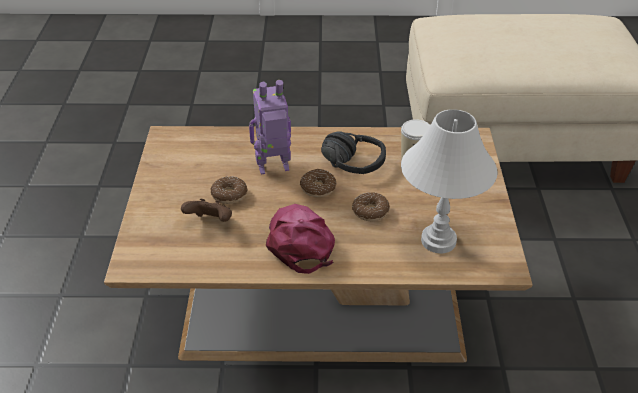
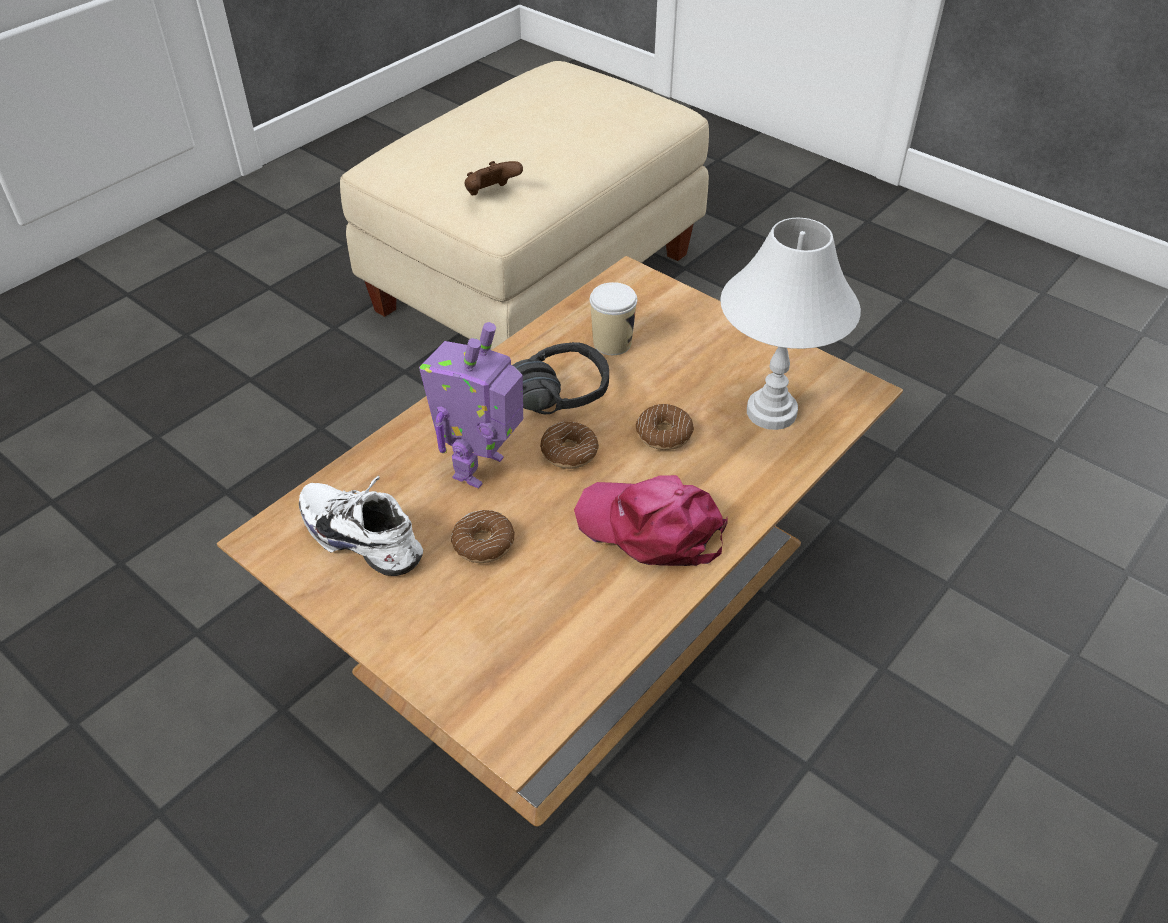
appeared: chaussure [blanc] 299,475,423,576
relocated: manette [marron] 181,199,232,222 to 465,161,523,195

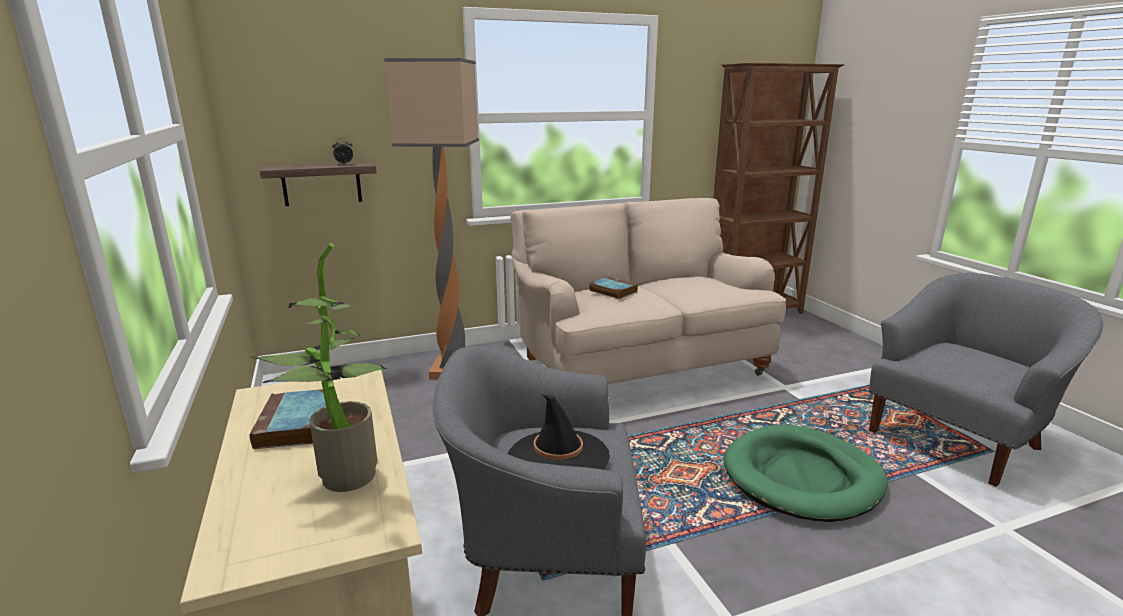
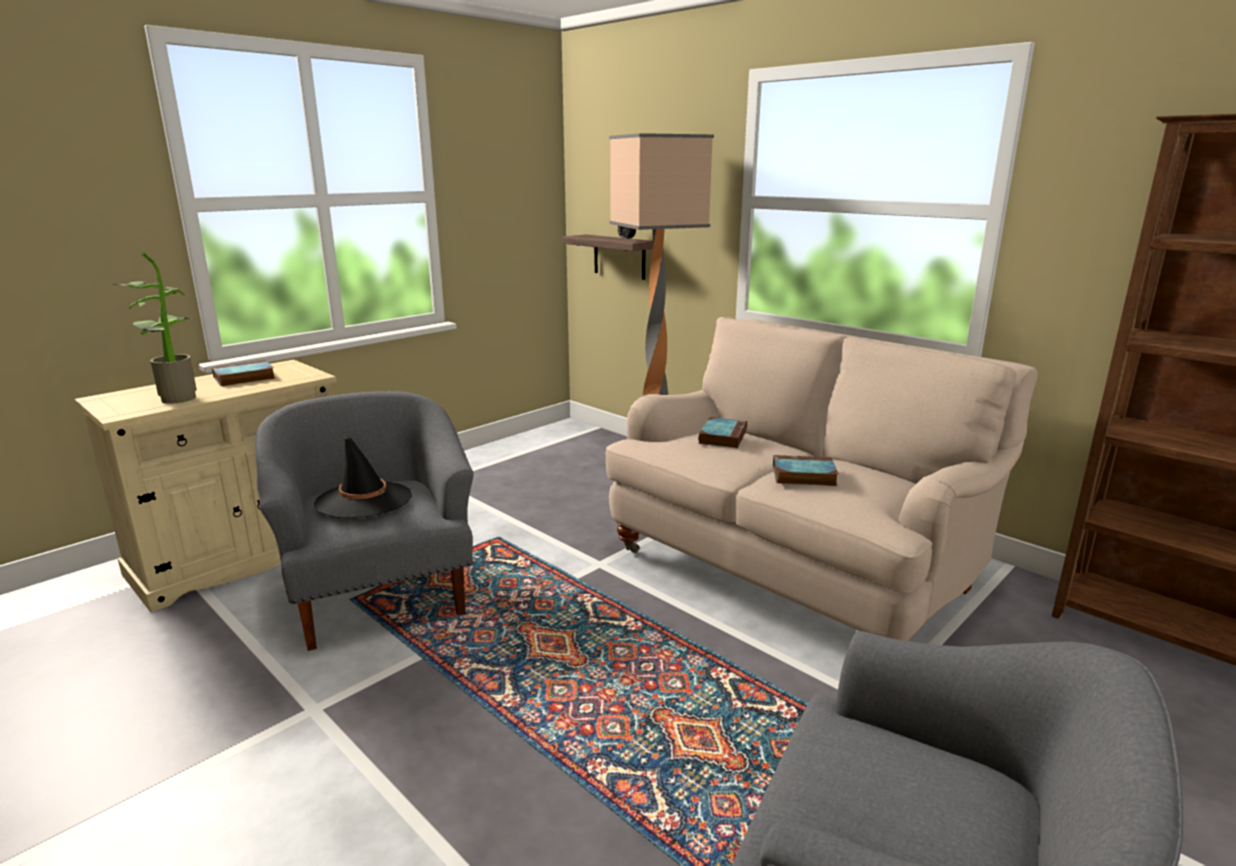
missing: panier pour chien [vert] 723,425,888,522
appeared: livre 773,455,839,486

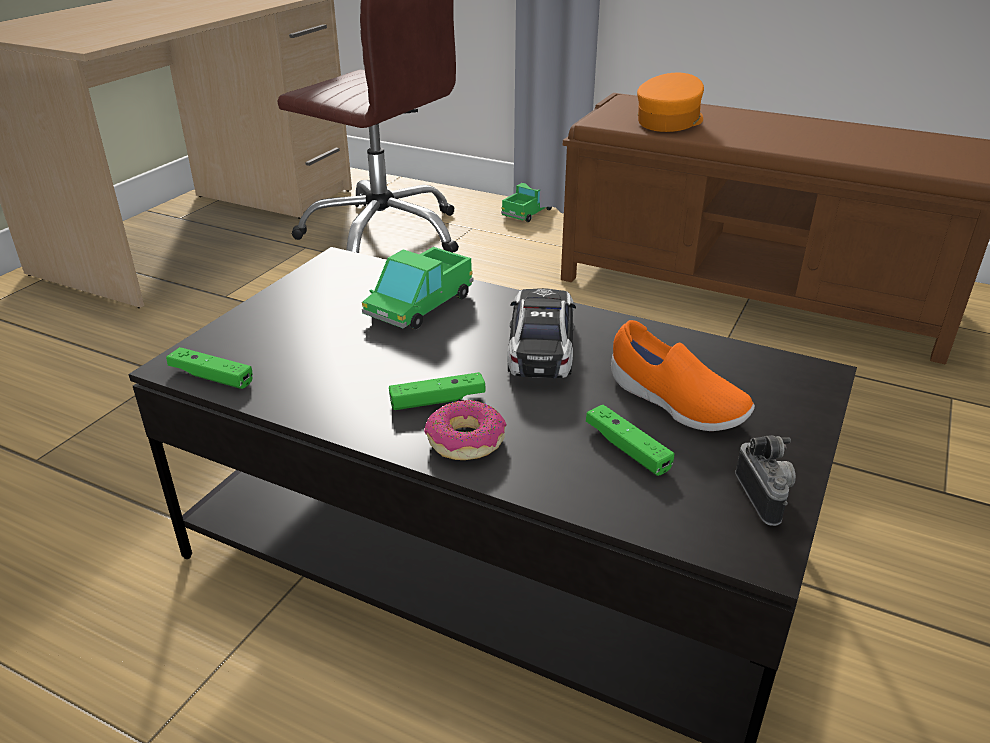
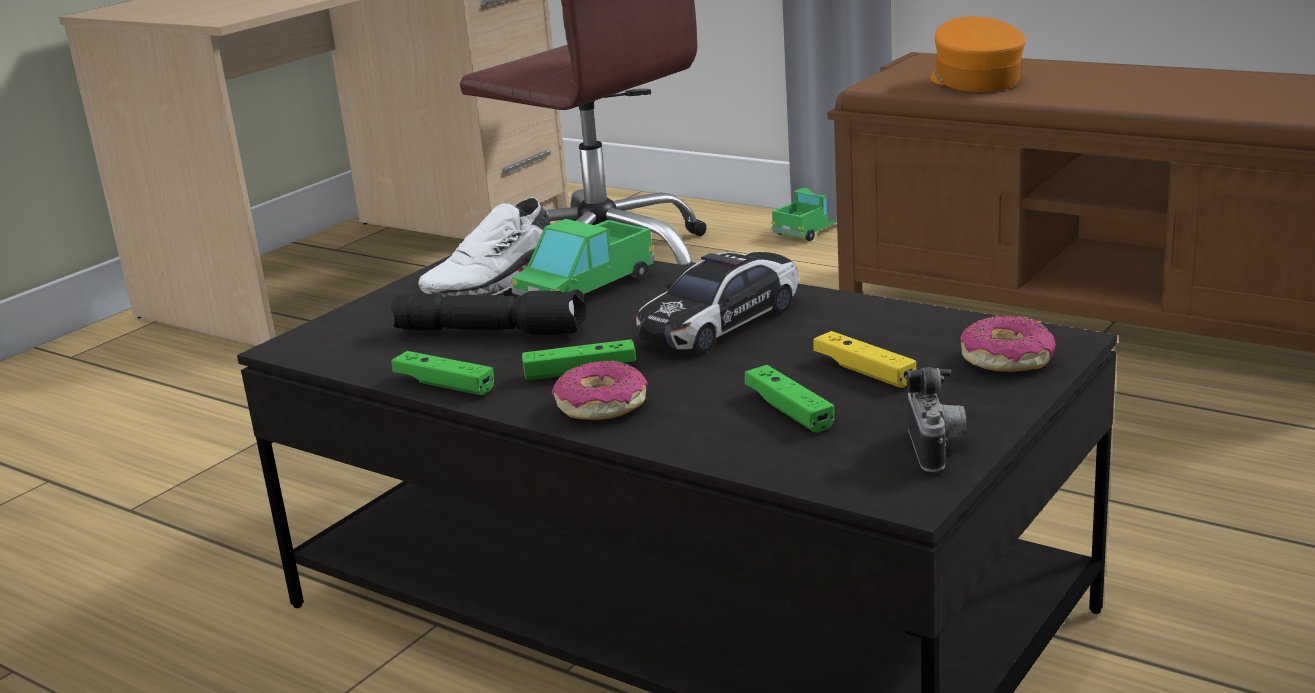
appeared: lampe de poche [noir] 391,291,586,335; chaussure [blanc] 418,197,550,297; beignet 960,316,1055,372
relocated: manette [vert] 166,347,253,389 to 391,351,494,395
exchanged: chaussure [orange] 611,320,755,431 to manette [jaune] 814,331,916,388
spun: petite voiture 507,288,576,379 = 636,252,799,353 150 degrees counterclockwise; casquette [orange] 637,73,704,132 = 931,16,1026,92 45 degrees counterclockwise

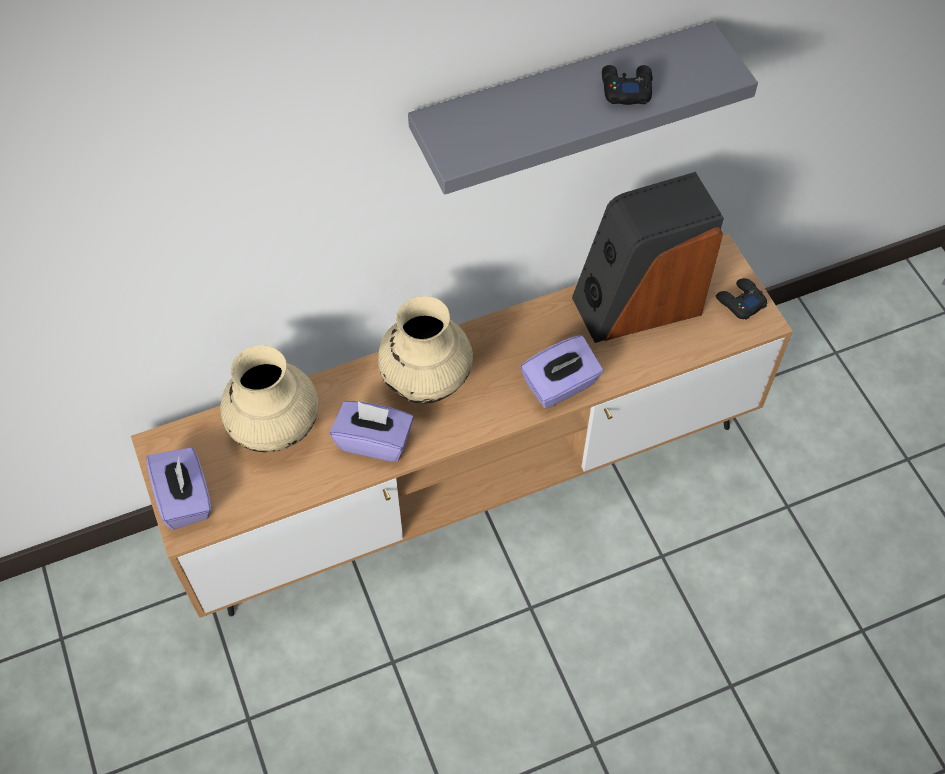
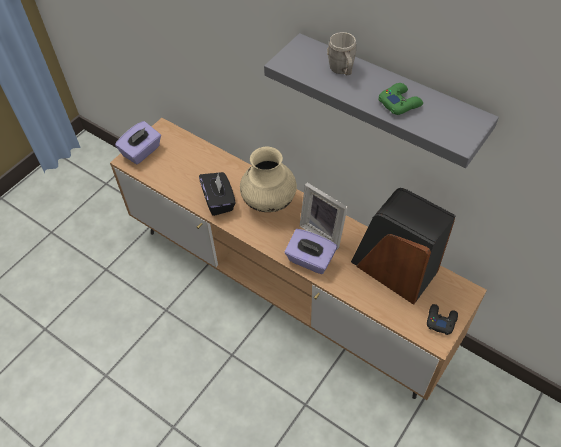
missing: vase [beige] 220,345,318,452
appeared: cadre photo 300,183,348,250; mug [gris] 327,32,356,75
colour: boîte à mouchoirs [violet] 330,401,414,462 to boîte à mouchoirs [noir] 199,172,235,216; manette [noir] 602,65,653,105 to manette [vert] 378,83,423,115

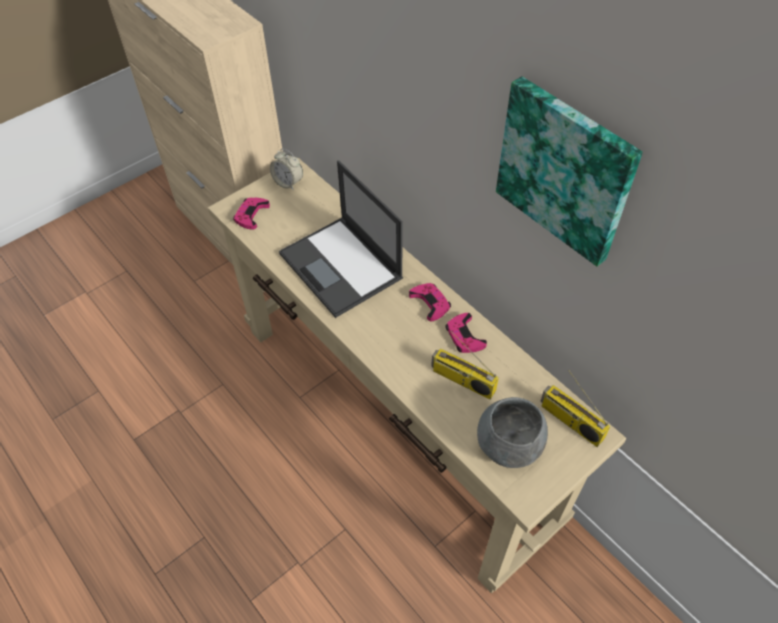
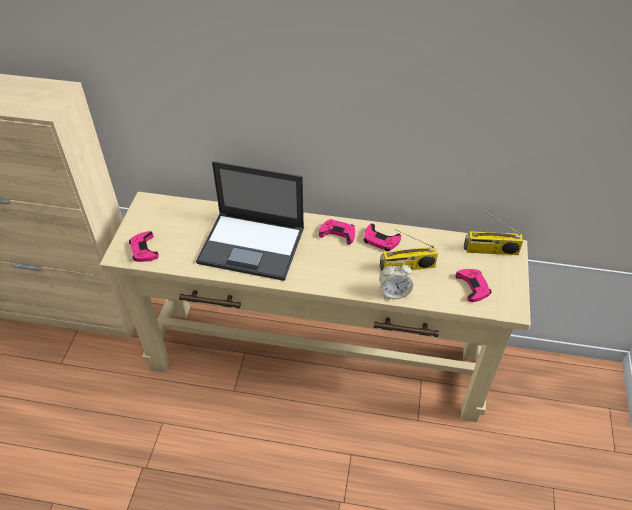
missing: tableau 496,76,643,266
relocated: réveil 270,149,303,190 to 379,262,413,299
exchanged: bol [gris] 477,397,548,468 to manette [rose] 455,269,491,302

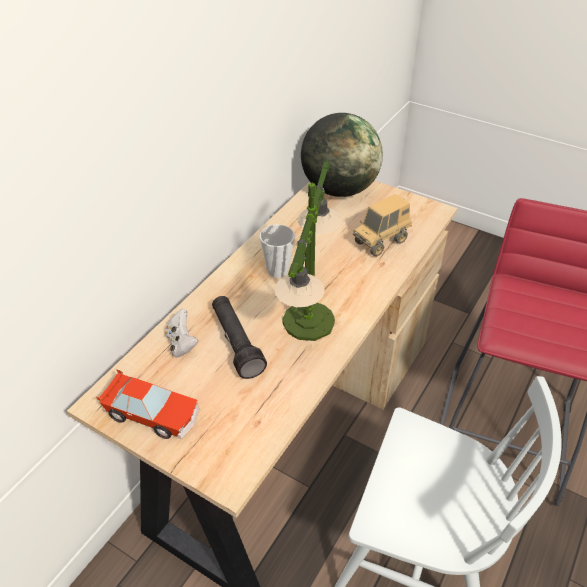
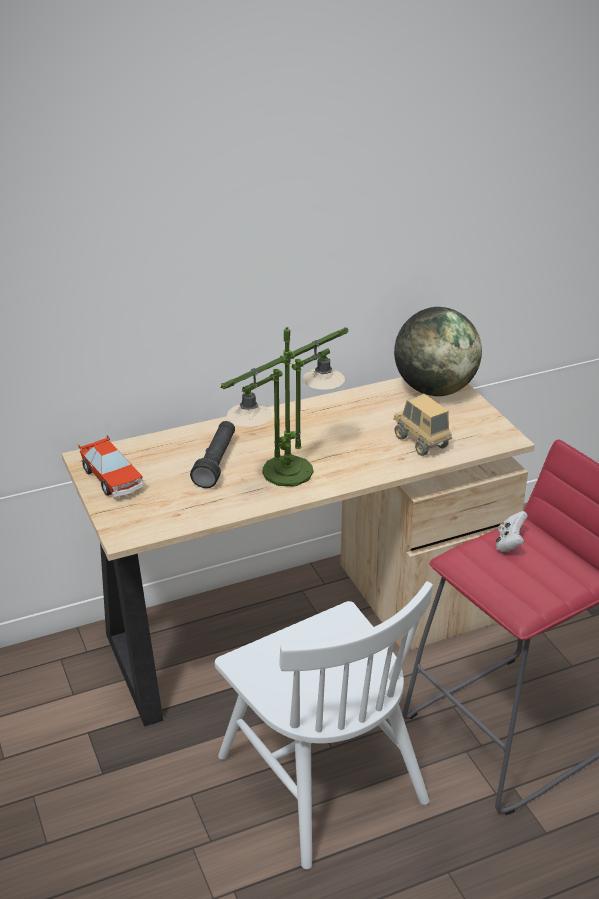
missing: tasse 259,224,295,278
relocated: manette [blanc] 165,309,199,357 to 496,511,528,552
spun: camion jouet 353,194,412,256 = 393,394,452,456 60 degrees clockwise

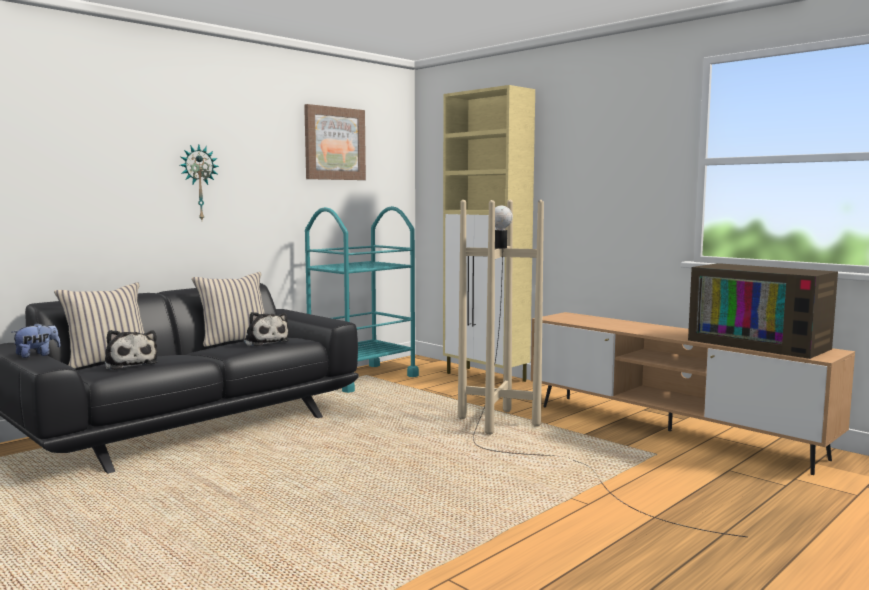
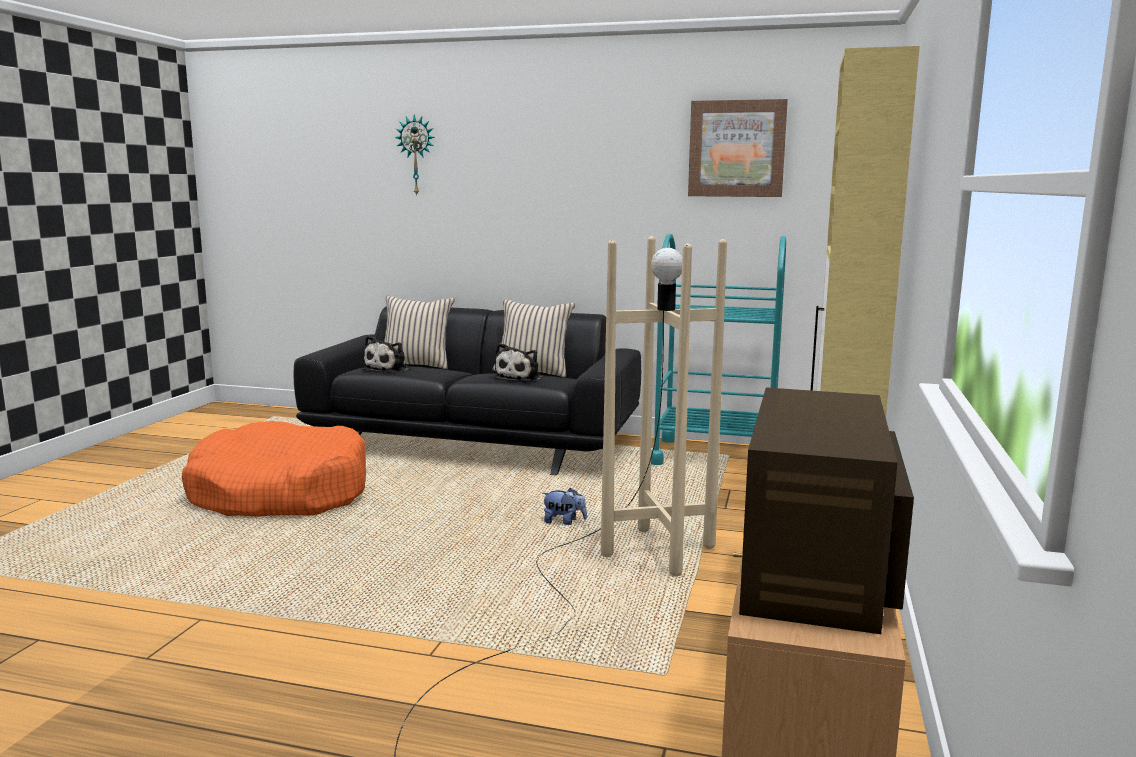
appeared: panier pour chien [orange] 182,421,366,517
relocated: horloge murale 180,144,219,220 to 395,114,435,196; peluche 12,323,61,358 to 542,488,587,525

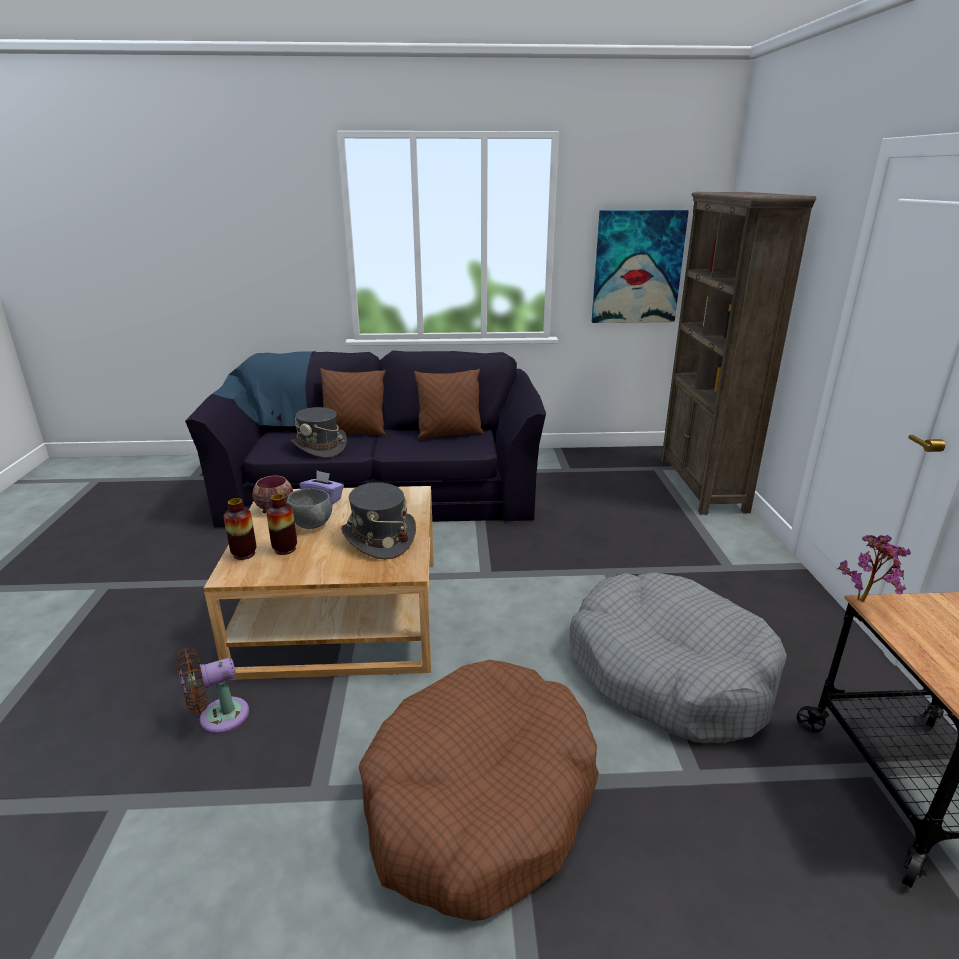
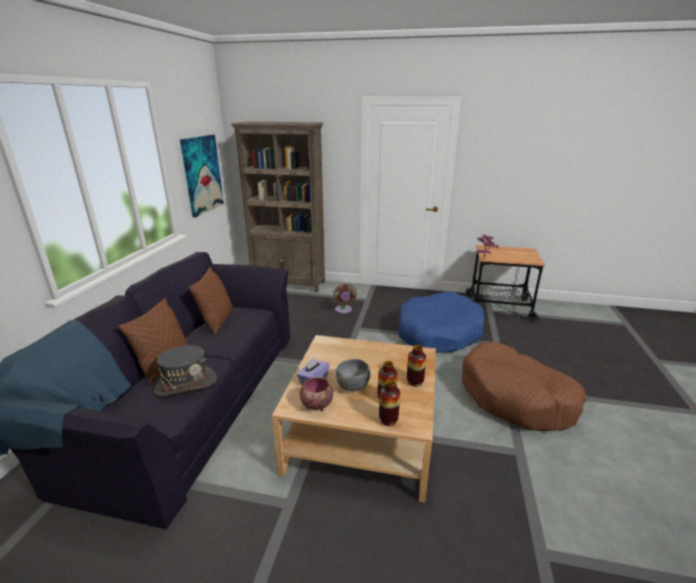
missing: chapeau [gris] 341,483,416,559
appeared: vase 407,345,426,387
relocated: ventilateur [marron] 177,647,249,734 to 333,284,357,314
colour: panier pour chien [gris] 570,572,787,743 to panier pour chien [bleu] 398,292,485,353

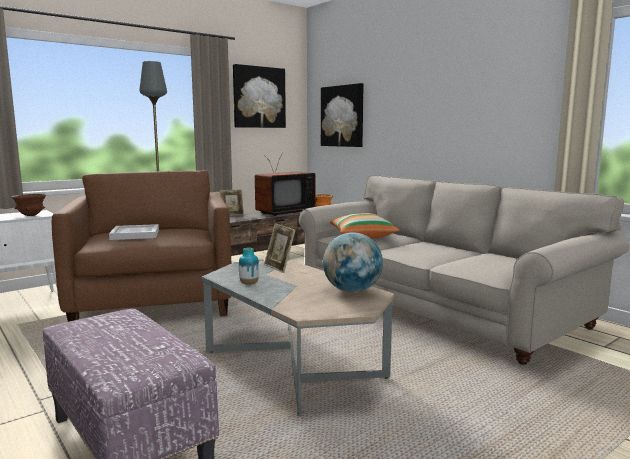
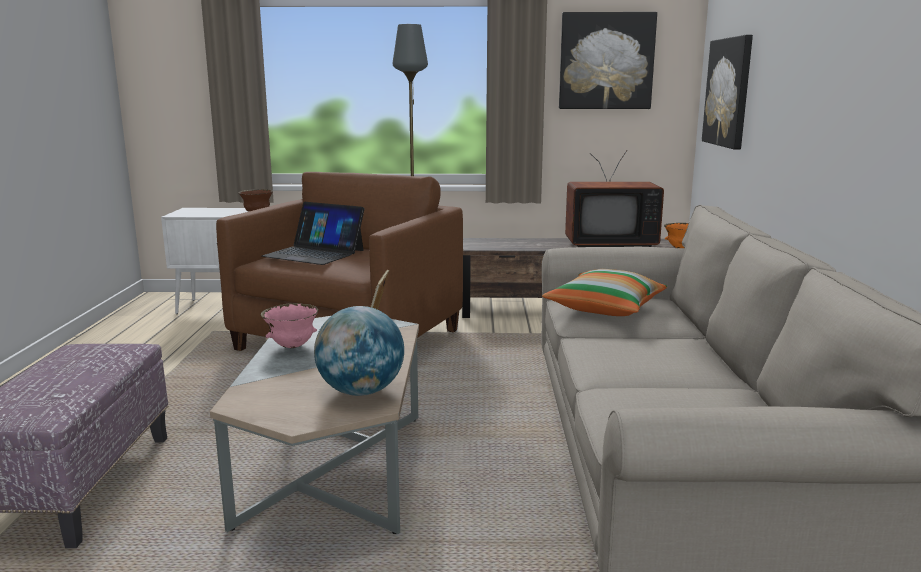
missing: cadre photo 220,190,244,216
exchanged: vase 239,248,259,285 to bol [rose] 261,303,318,348; plateau [blanc] 109,224,159,240 to ordinateur portable 262,202,364,265

